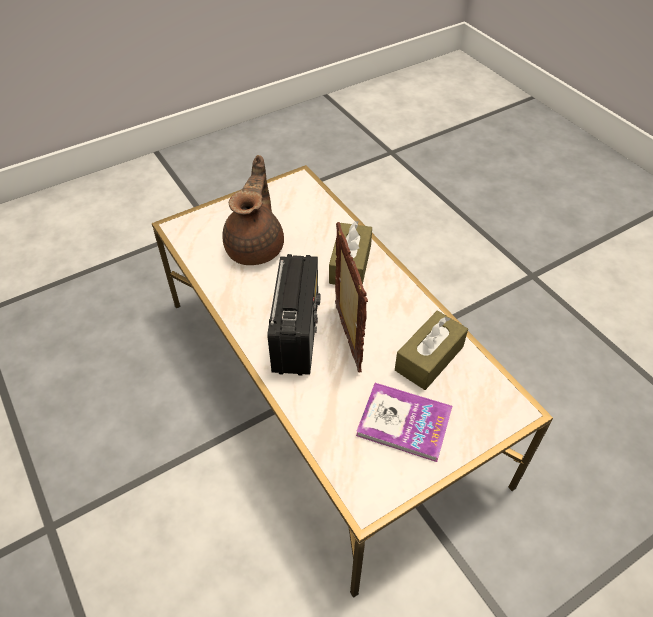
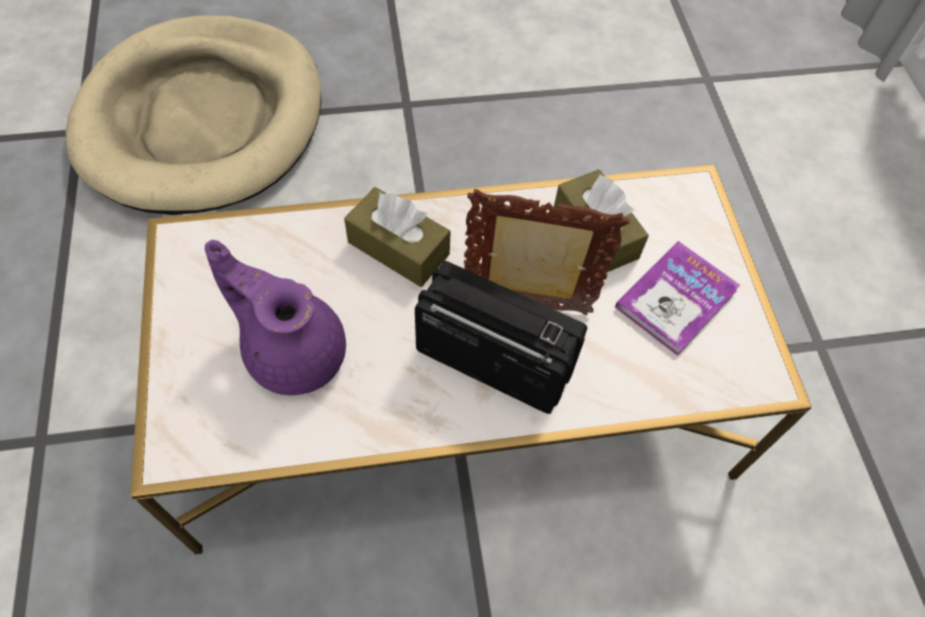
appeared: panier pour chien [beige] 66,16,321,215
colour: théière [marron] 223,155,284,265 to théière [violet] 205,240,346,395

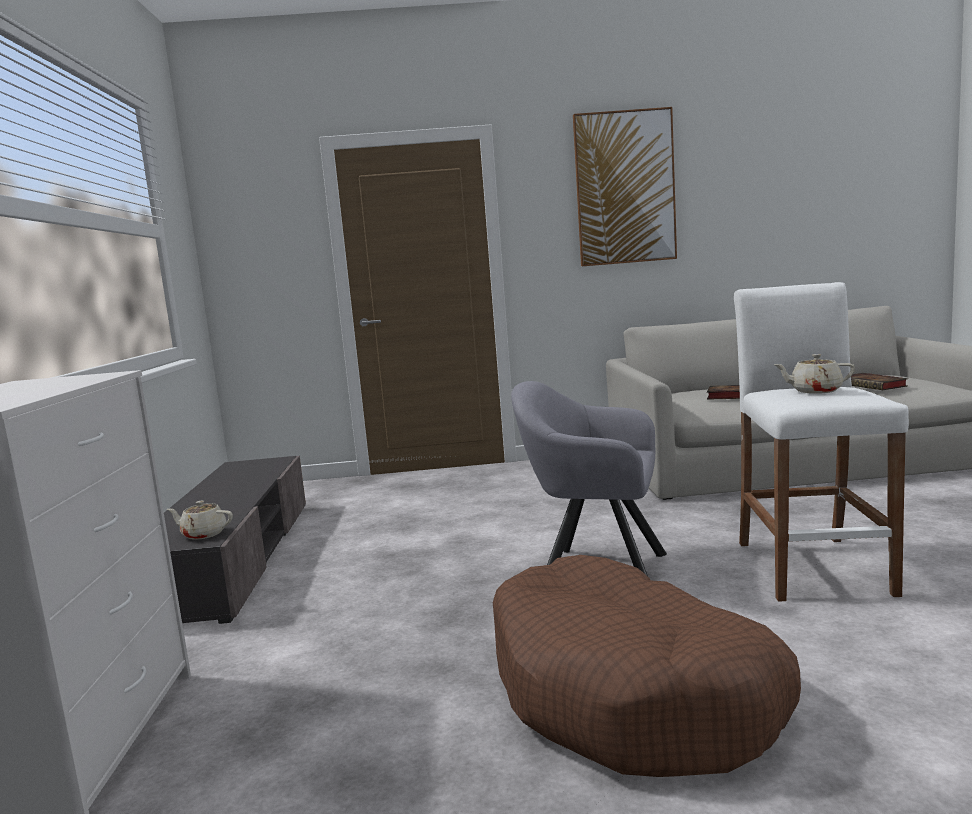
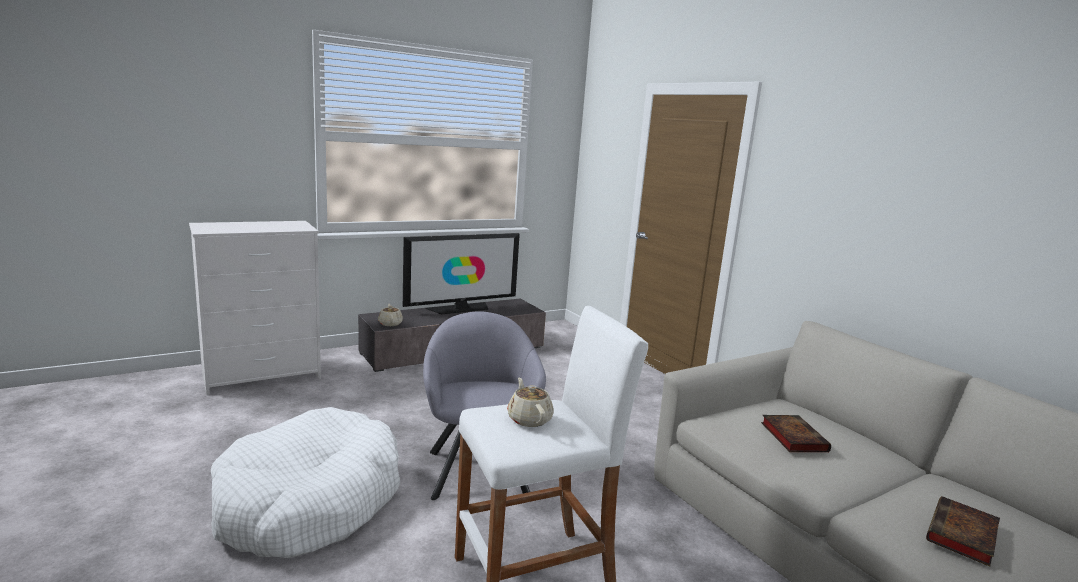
missing: tableau 573,107,677,267
appeared: téléviseur 403,233,520,314
colour: panier pour chien [marron] 493,555,801,777 to panier pour chien [blanc] 211,407,400,558

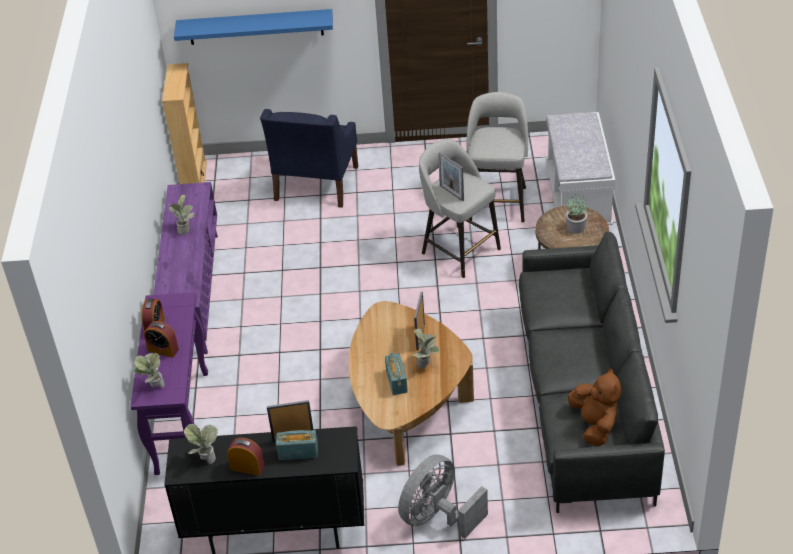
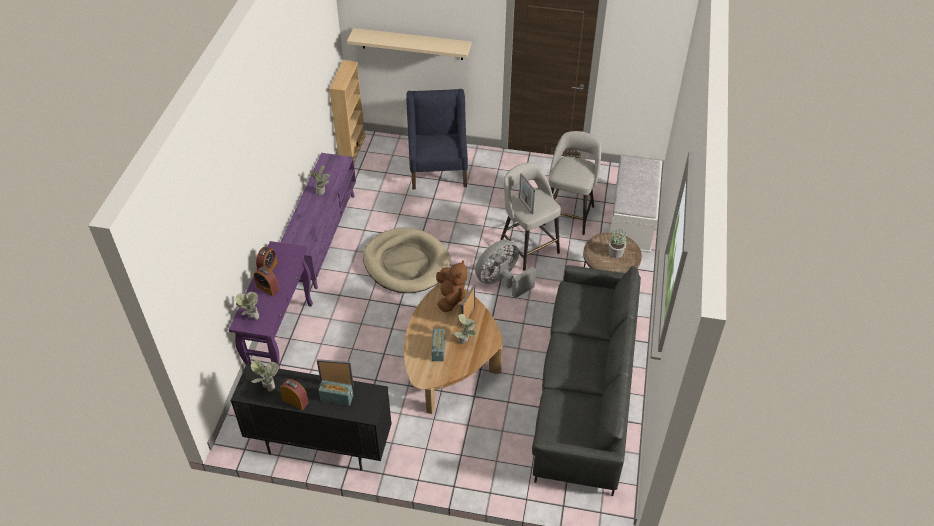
appeared: panier pour chien [beige] 363,227,451,293
relocated: peluche [marron] 568,368,621,446 to 436,260,467,312; ventilateur [gris] 398,454,488,539 to 475,240,536,298
colour: étagère [bleu] 174,9,333,45 to étagère [beige] 347,28,471,60
spun: fauteuil [bleu] 260,109,358,208 = 406,89,468,190 150 degrees clockwise

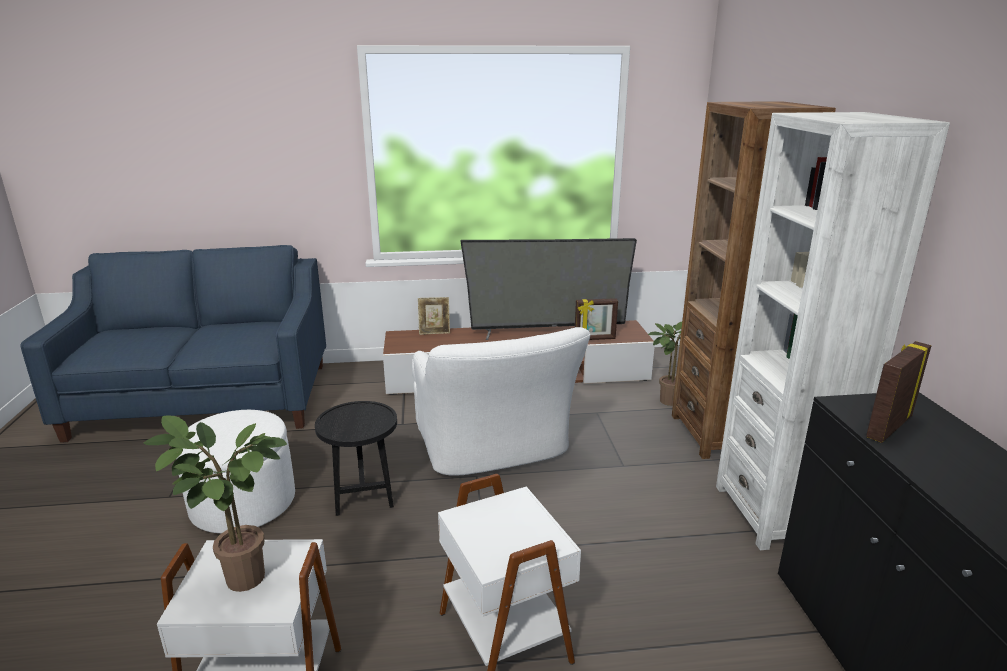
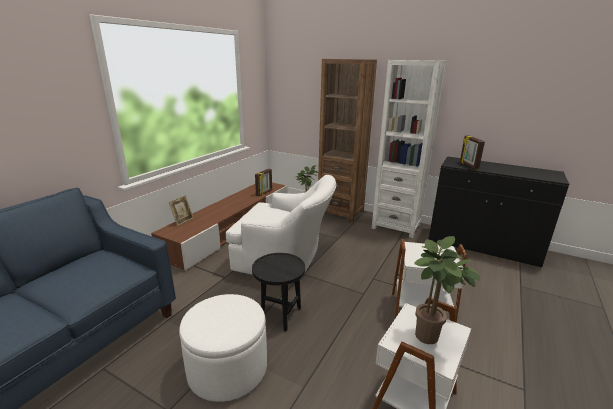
missing: téléviseur 460,238,637,340

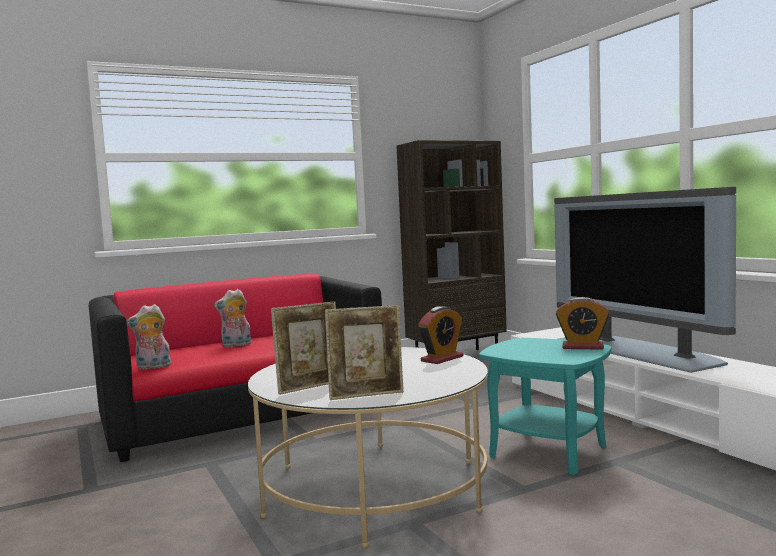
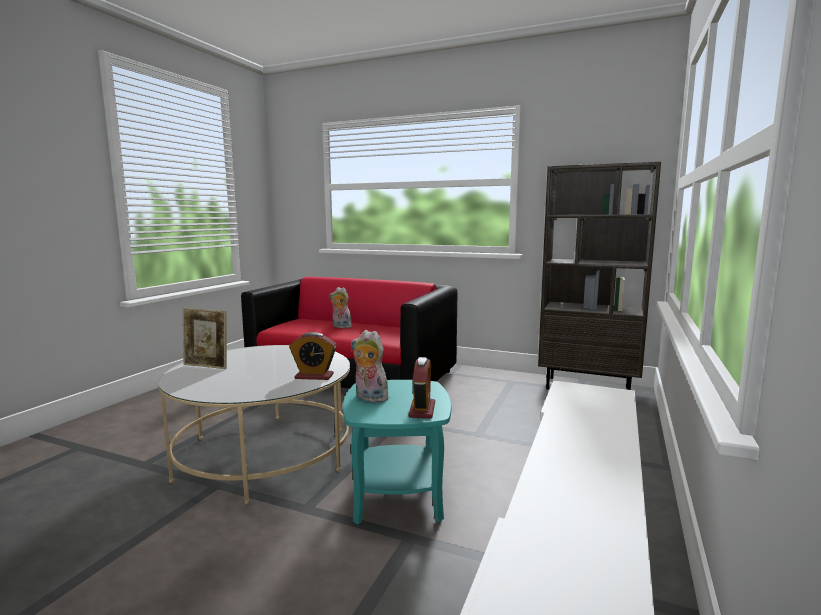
missing: cadre photo 325,305,404,400; téléviseur 554,187,736,373
relocated: peluche 127,304,172,370 to 351,330,389,403
spun: réveil 556,297,610,350 = 408,357,435,418 150 degrees counterclockwise

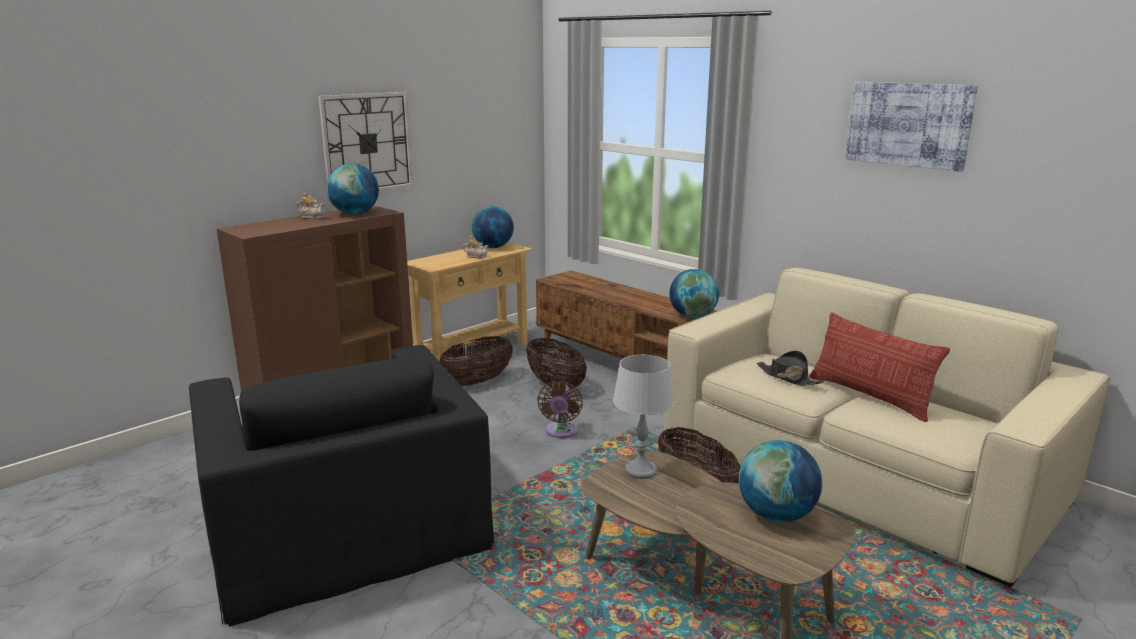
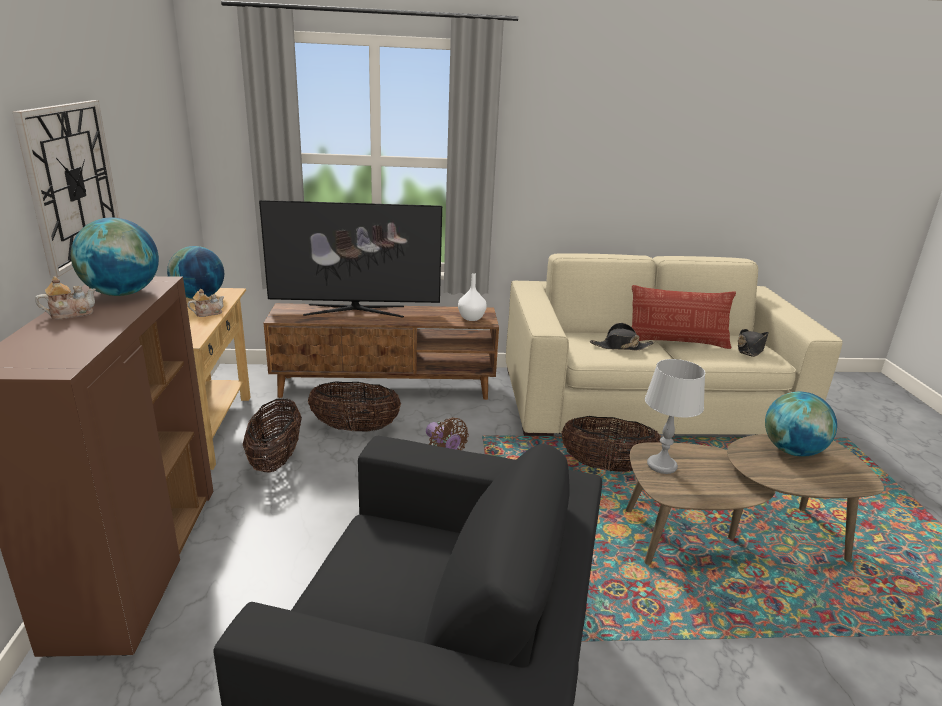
missing: tableau 846,82,978,172
appeared: téléviseur 259,200,442,318; chapeau [noir] 738,329,769,357
exchanged: globe 669,269,719,318 to vase [blanc] 458,273,487,321

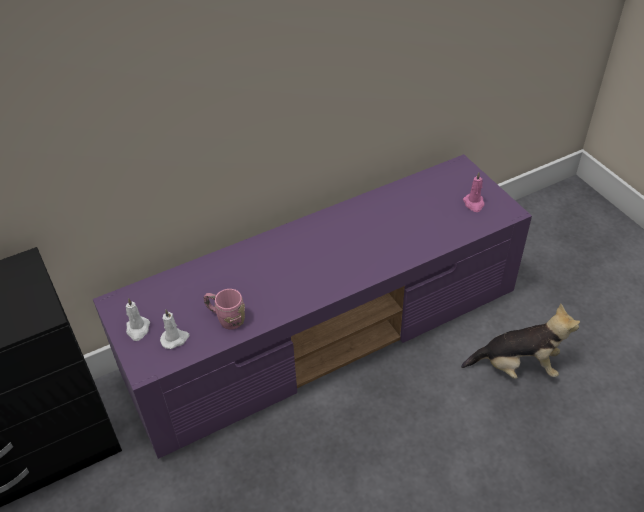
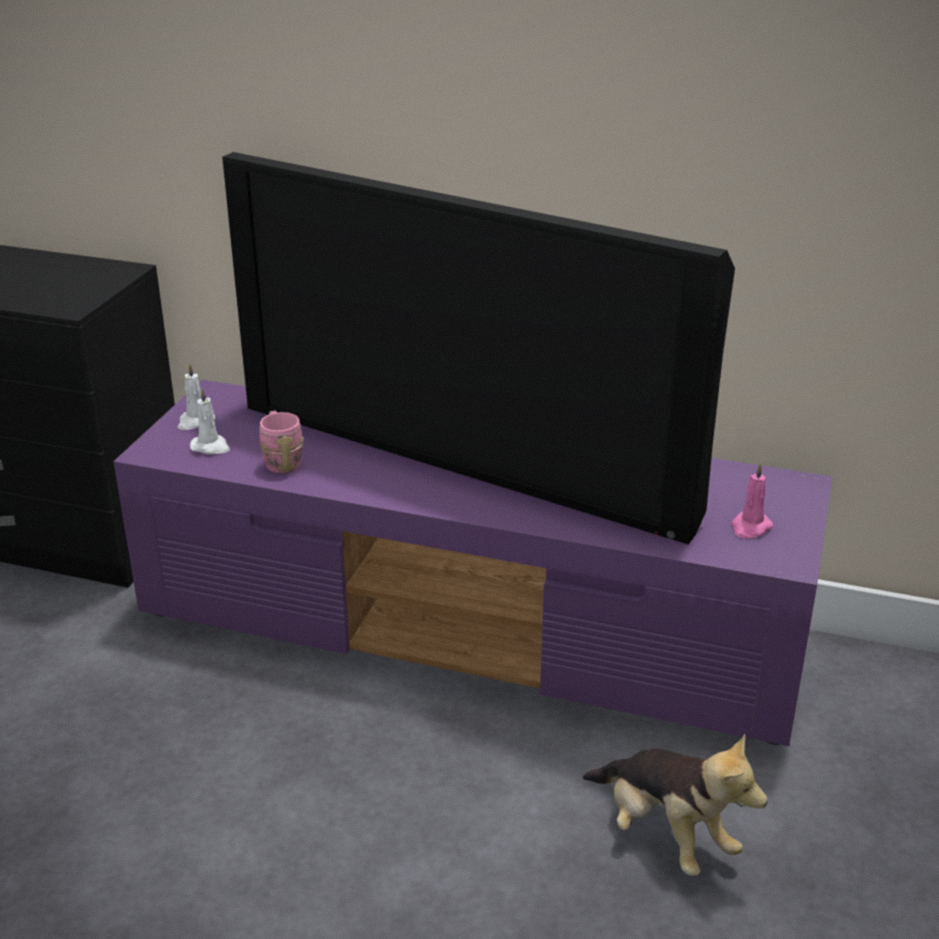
appeared: téléviseur 222,152,735,544

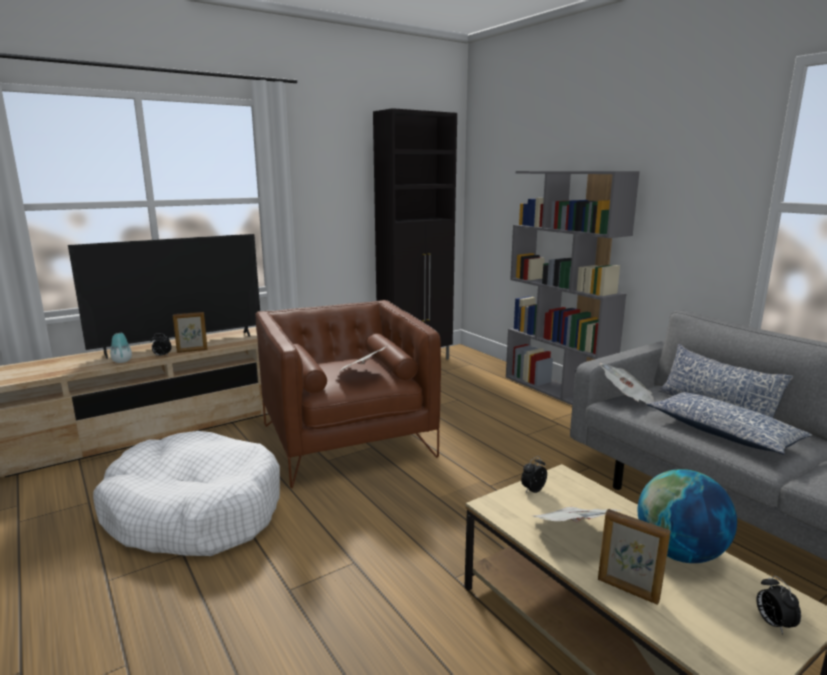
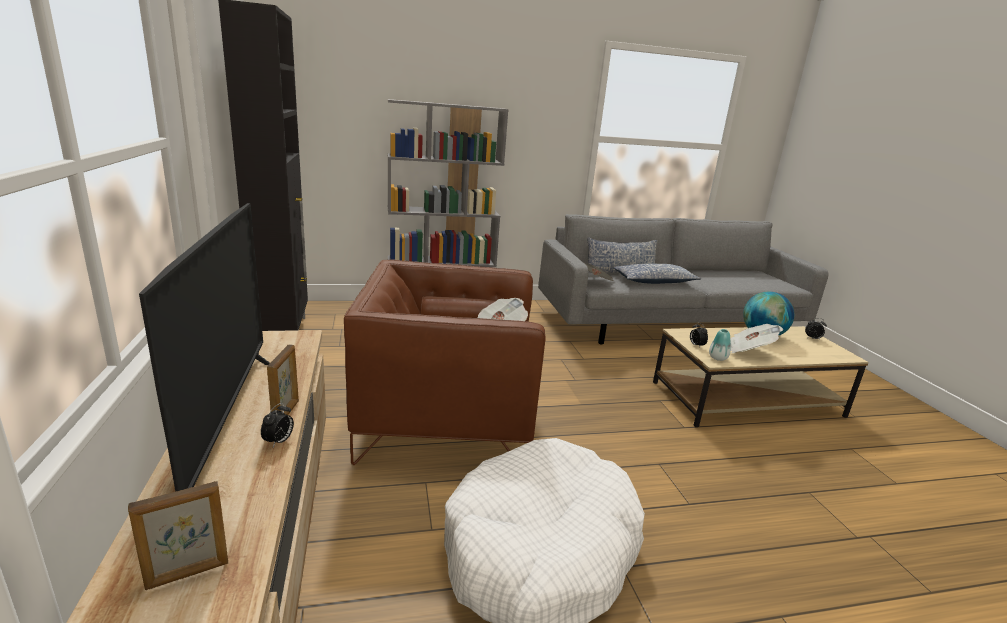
relocated: cadre photo 598,509,671,605 to 128,481,228,590; vase 110,333,132,363 to 709,329,731,361

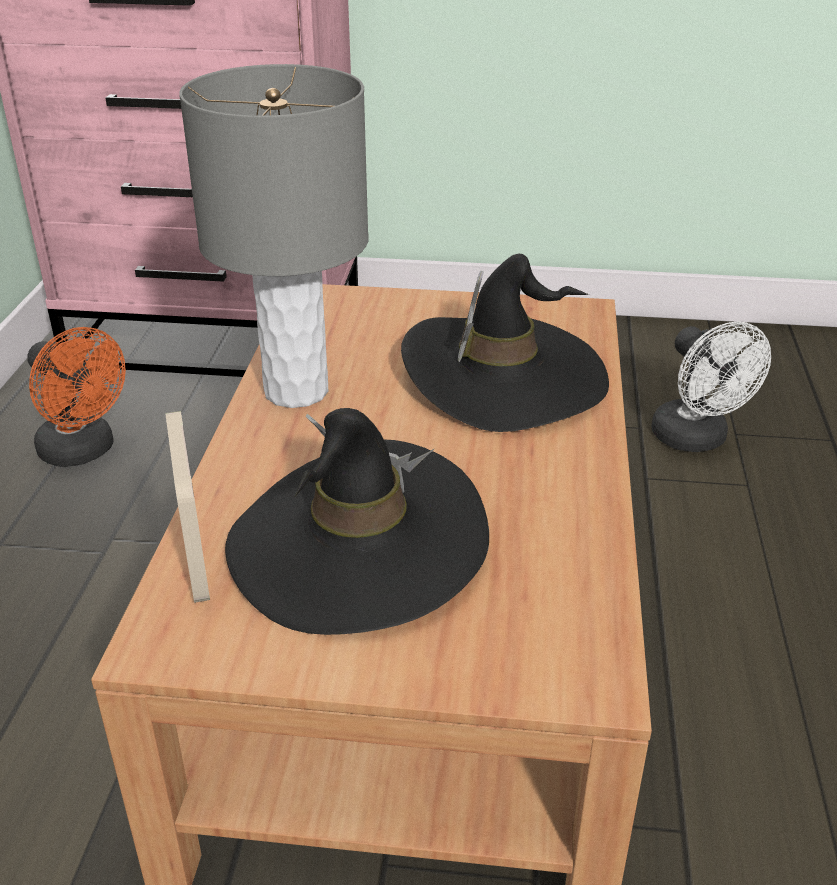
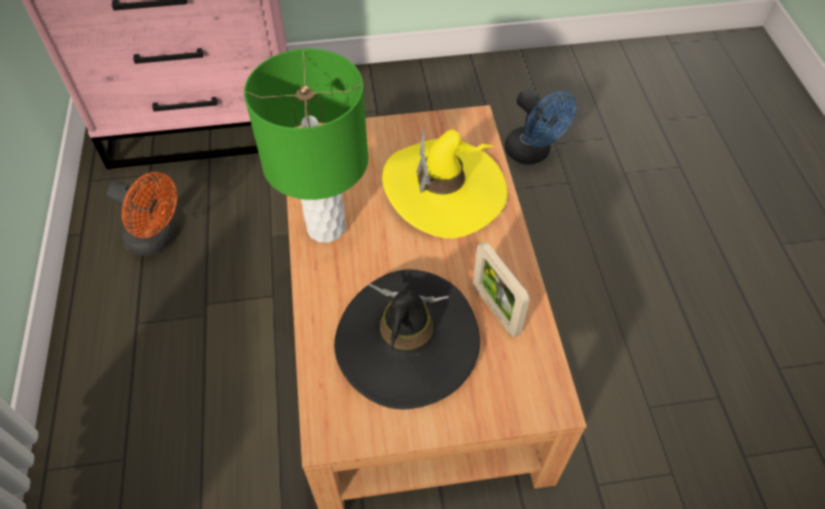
relocated: cadre photo 165,411,210,603 to 473,242,530,337
colour: lampe de table [gris] 179,64,369,408 to lampe de table [vert] 244,49,369,243; chapeau [noir] 401,254,609,432 to chapeau [jaune] 382,130,508,238; ventilateur [blanc] 651,321,771,452 to ventilateur [bleu] 505,89,577,164

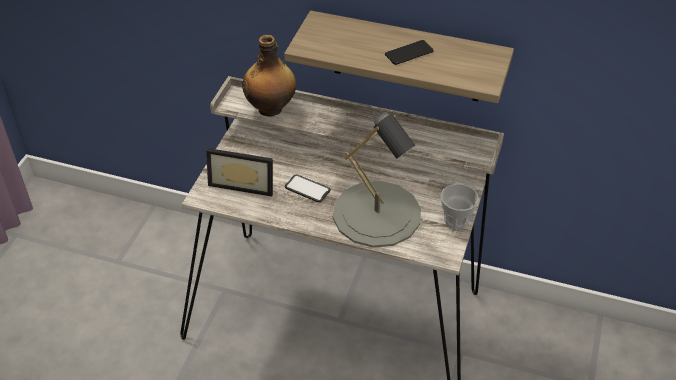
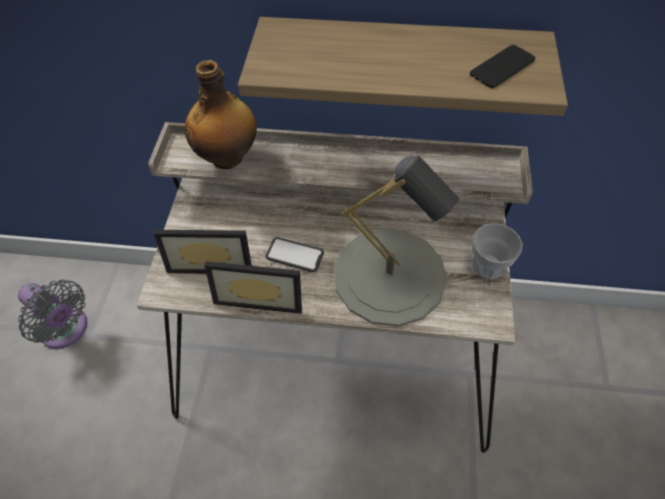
appeared: ventilateur [gris] 18,280,87,349; cadre photo 204,261,302,314
relocated: téléphone 385,40,434,65 to 470,45,535,88

